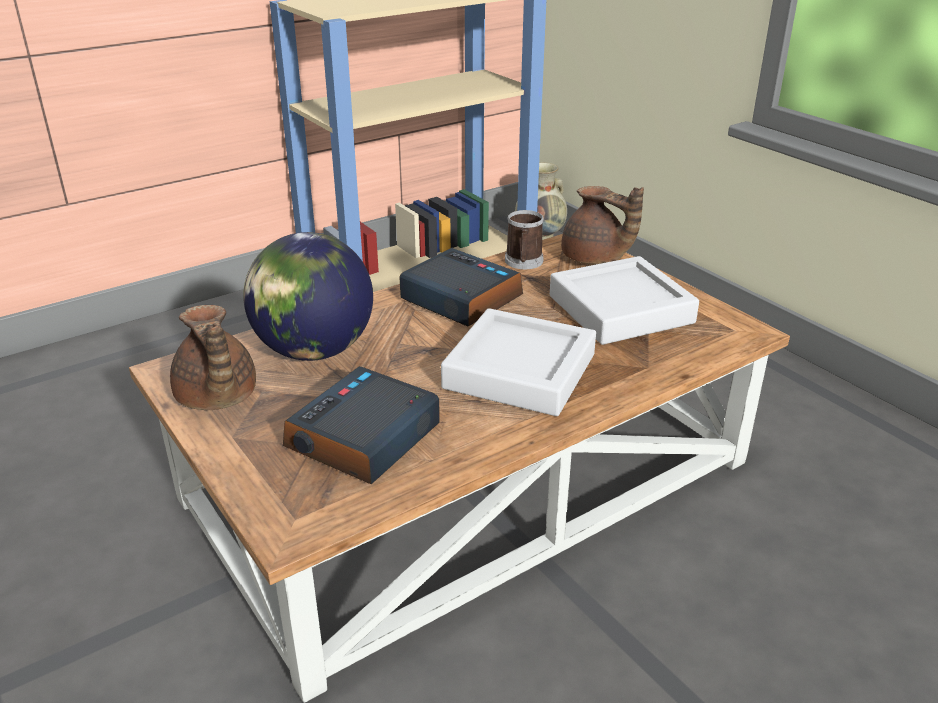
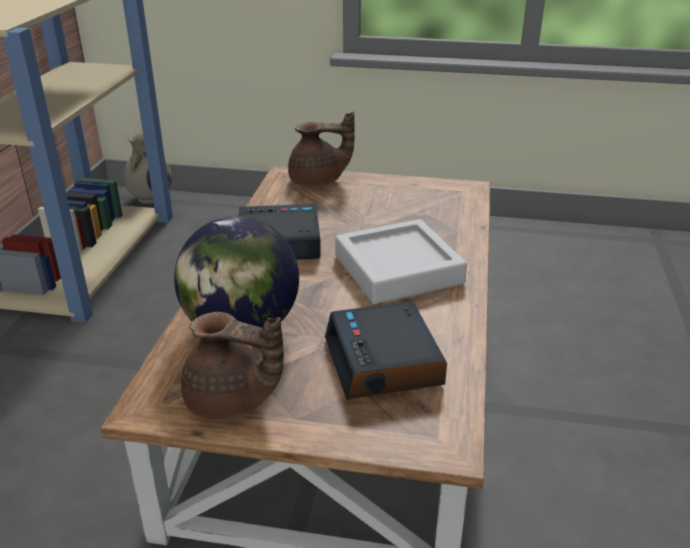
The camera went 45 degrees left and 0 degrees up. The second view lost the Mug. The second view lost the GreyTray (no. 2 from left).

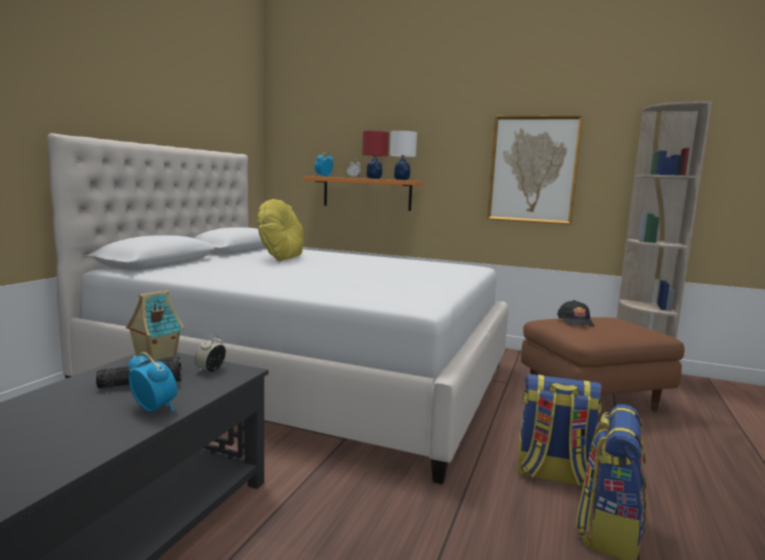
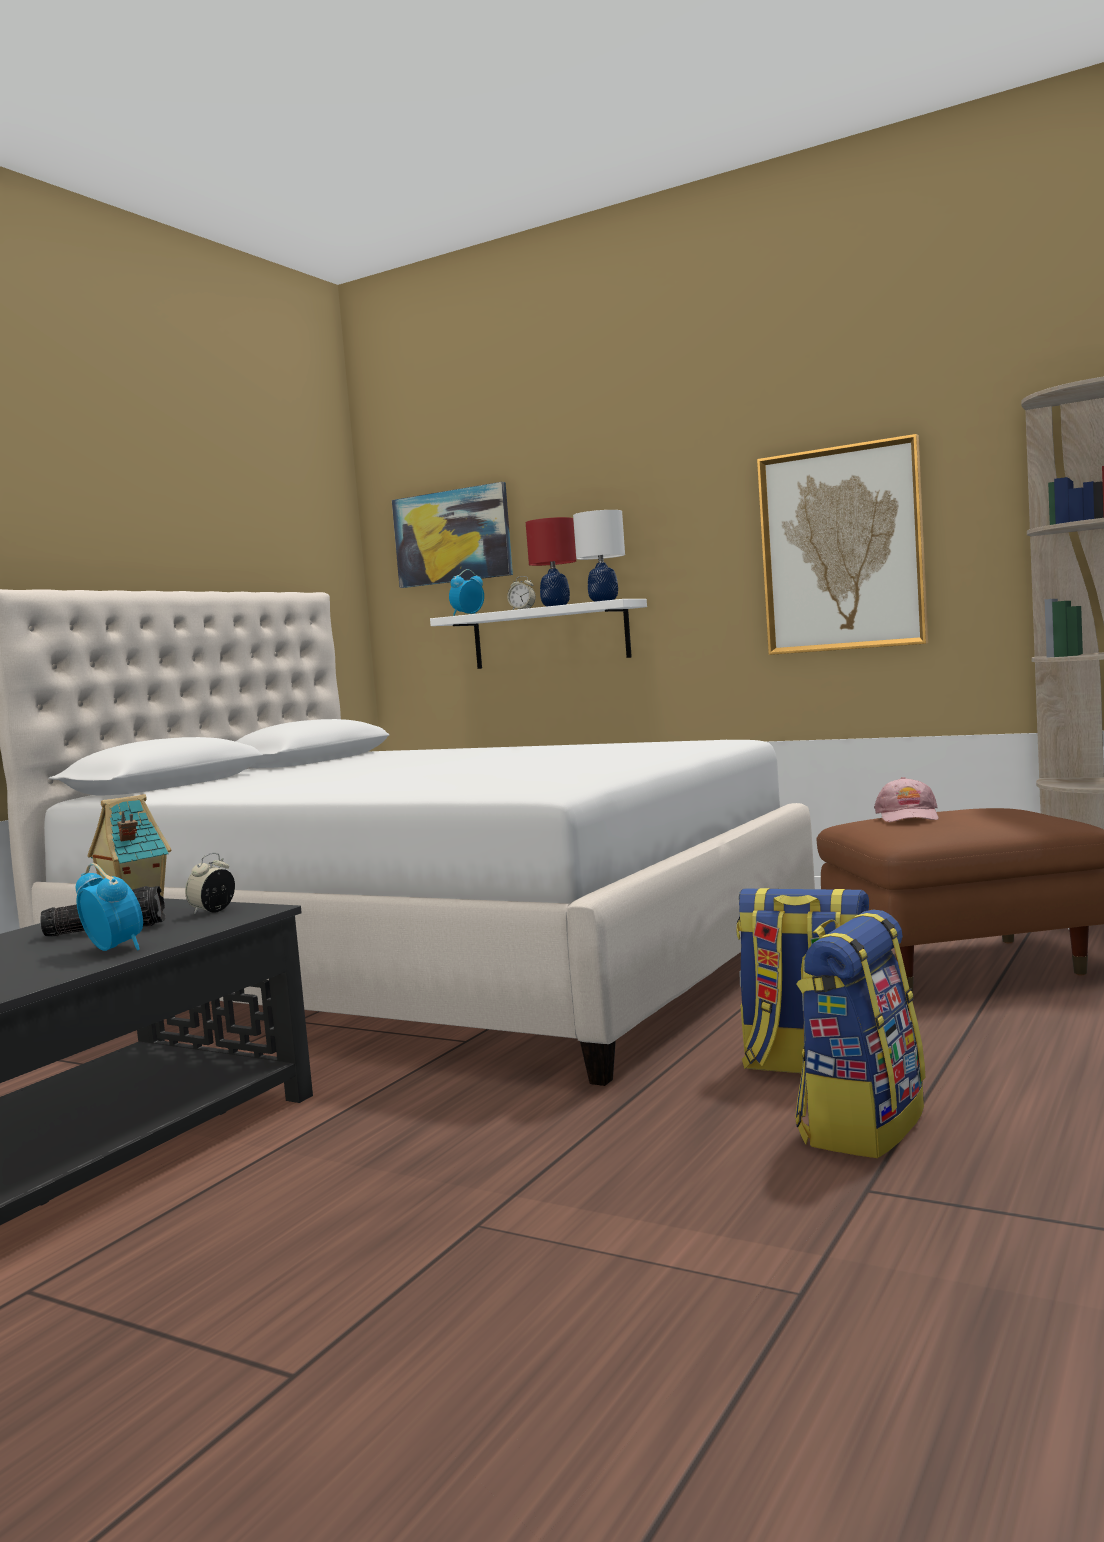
The camera went 10 degrees right and 5 degrees down. The second view lost the YellowPillow. What was the OrangeShelf turned into the WhiteShelf. What was the BlackCap turned into the PinkCap. The second view gained the Picture (no. 1 from left).

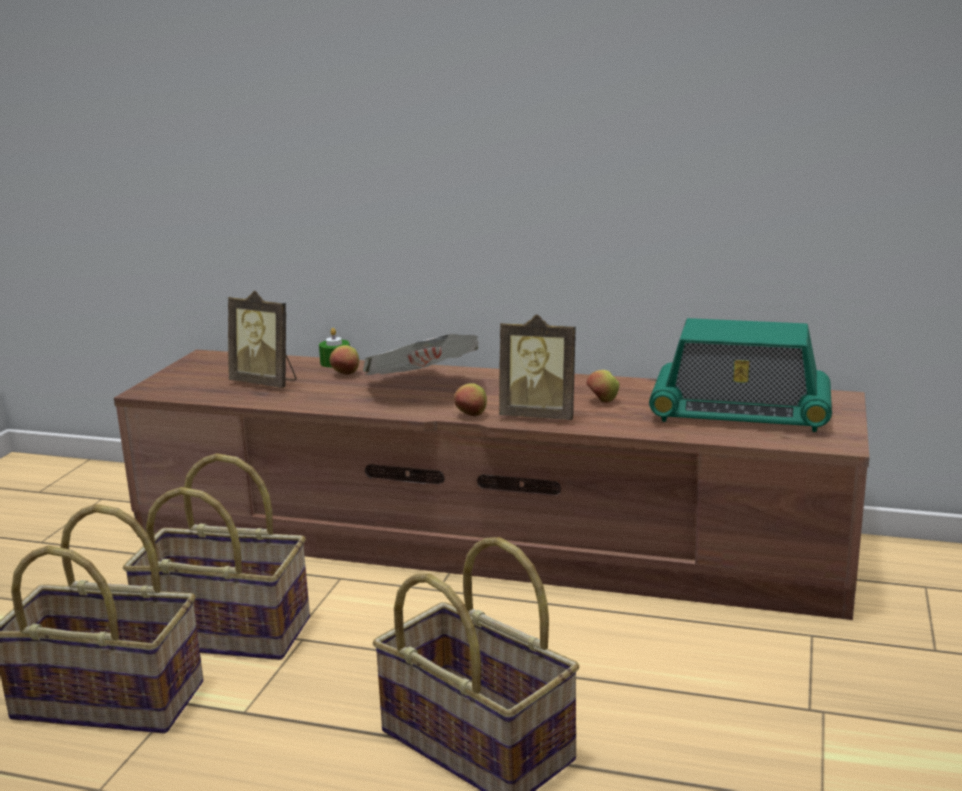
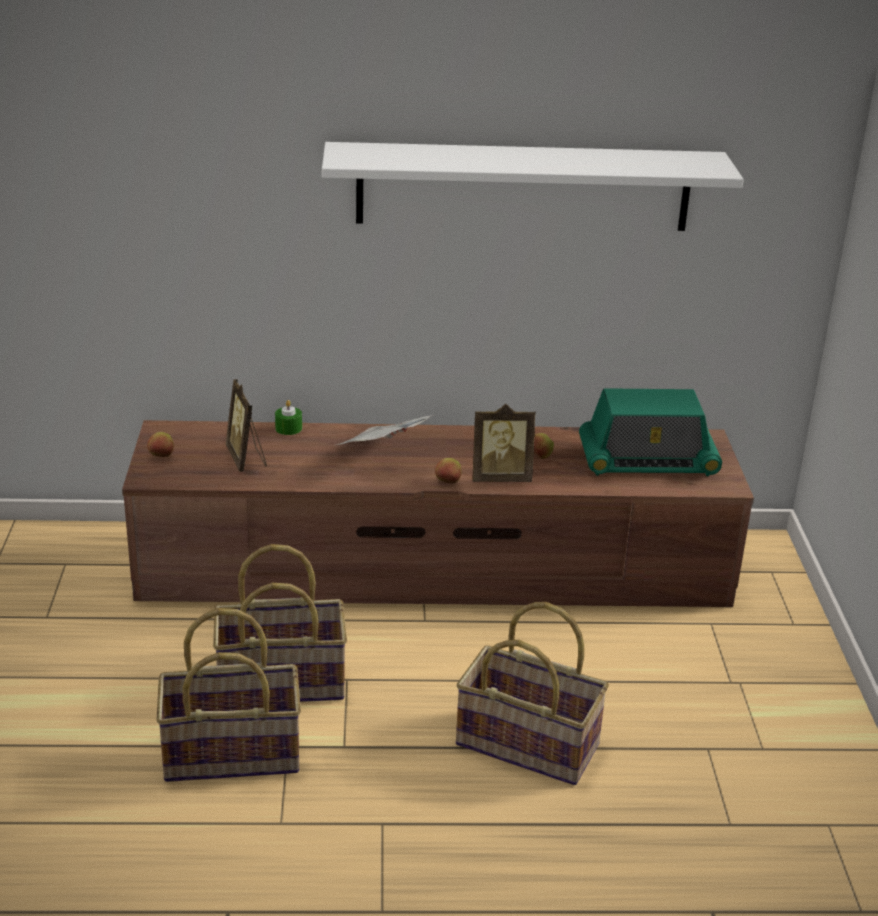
The camera went 20 degrees left and 10 degrees up. The PictureFrame (no. 1 from left) ended up facing another way, 60 degrees clockwise from before. The Apple (no. 1 from left) ended up elsewhere. The second view gained the WhiteShelf.

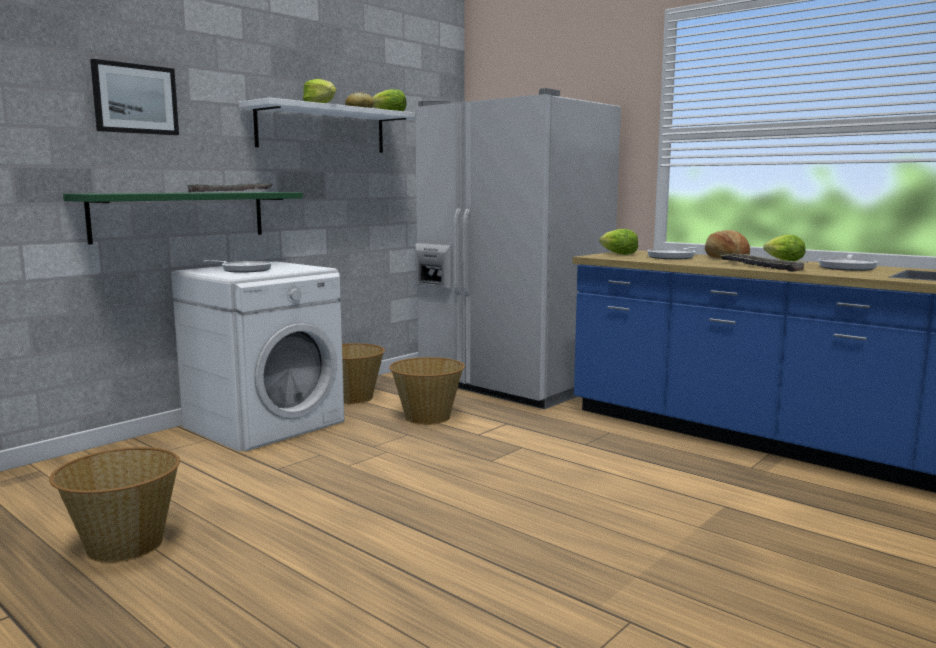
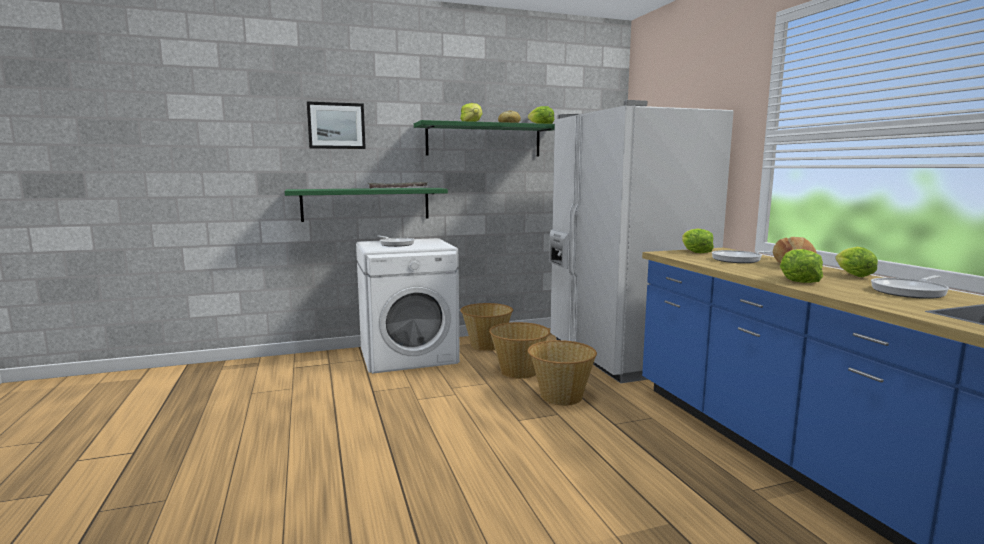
The camera went 30 degrees right and 0 degrees up. The Basket (no. 1 from left in the first image) ended up elsewhere. What was the WhiteShelf turned into the GreenShelf (no. 2 from left). Where the Tray (no. 2 from left) stood, the Lettuce (no. 4 from left) came to stand.

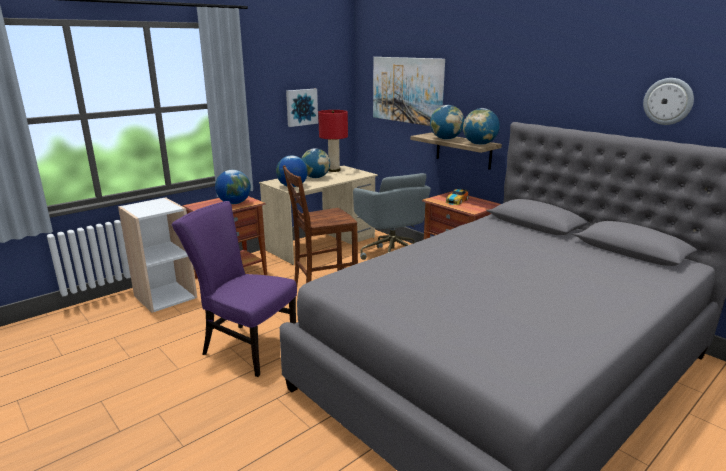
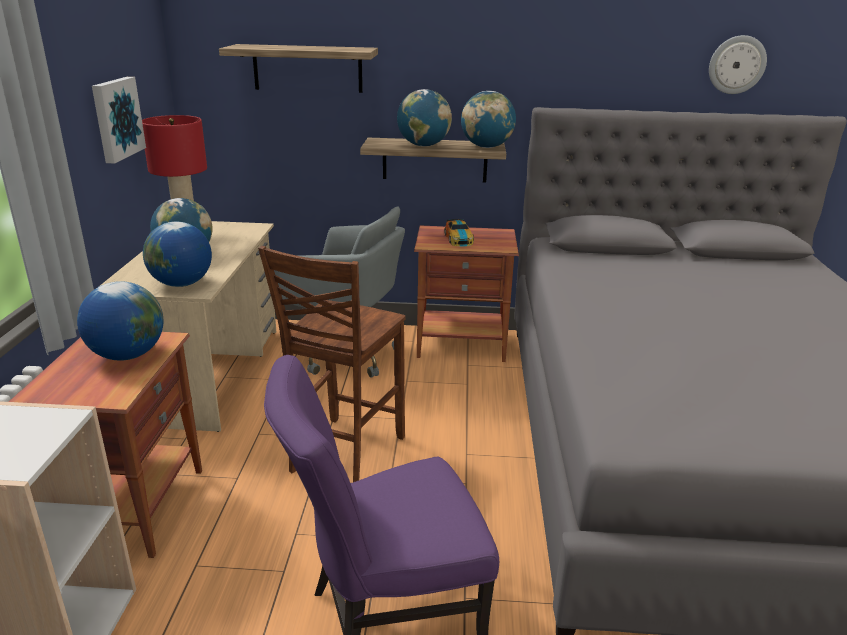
The camera went 45 degrees left and 5 degrees up. Where the Picture (no. 2 from left) hung, the Shelf (no. 1 from left) came to hang.

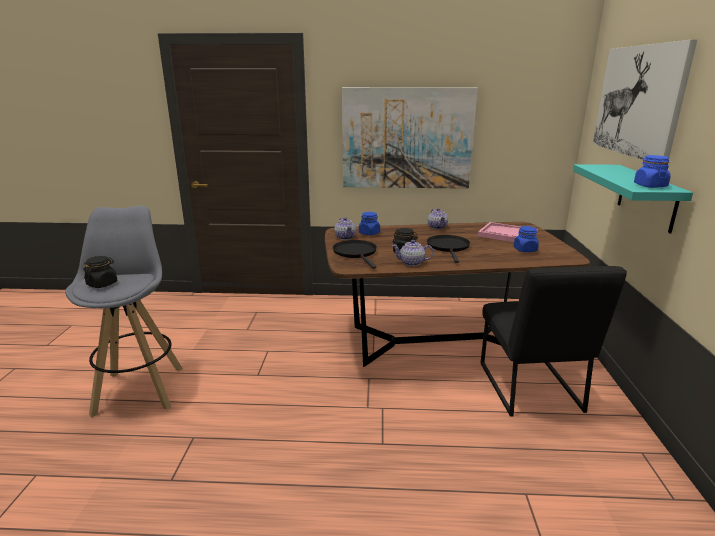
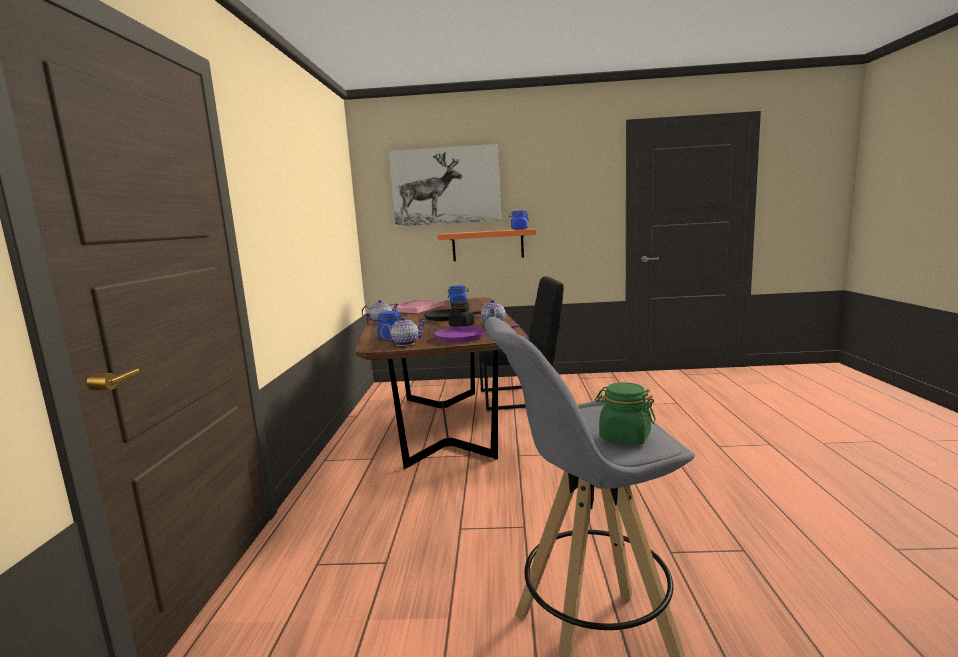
The camera went 90 degrees left and 10 degrees down. What was the BlackJar (no. 1 from left) turned into the GreenJar. What was the BlackFryingPan (no. 1 from left) turned into the PurpleFryingPan. The second view lost the Picture (no. 1 from left). What was the TurquoiseShelf turned into the OrangeShelf.

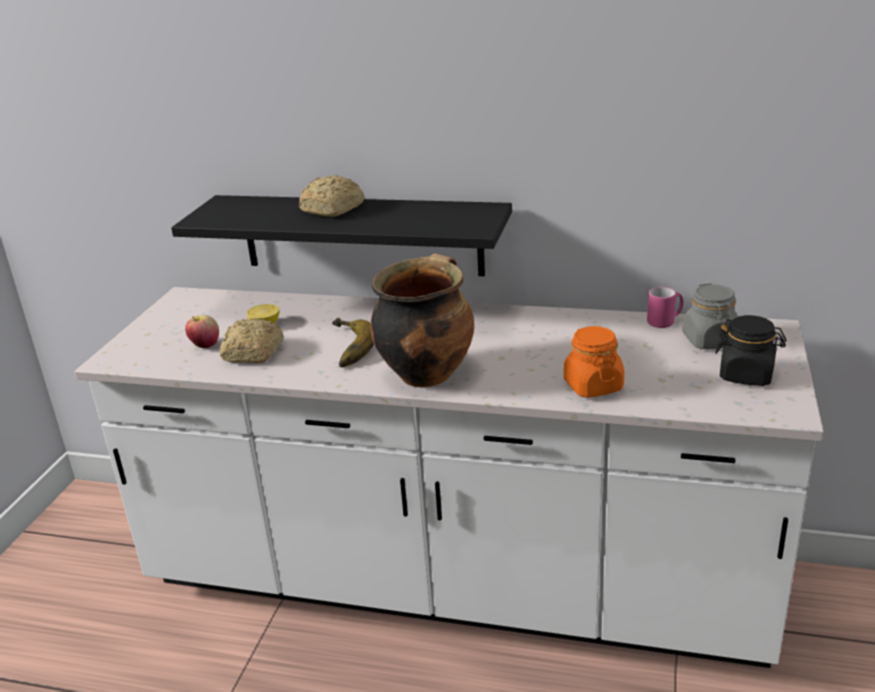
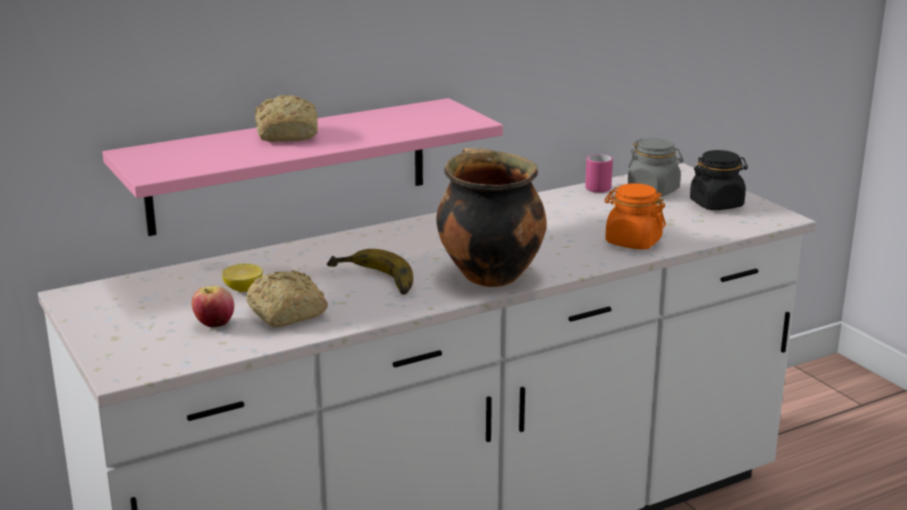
The camera went 45 degrees left and 5 degrees down. What was the BlackShelf turned into the PinkShelf.

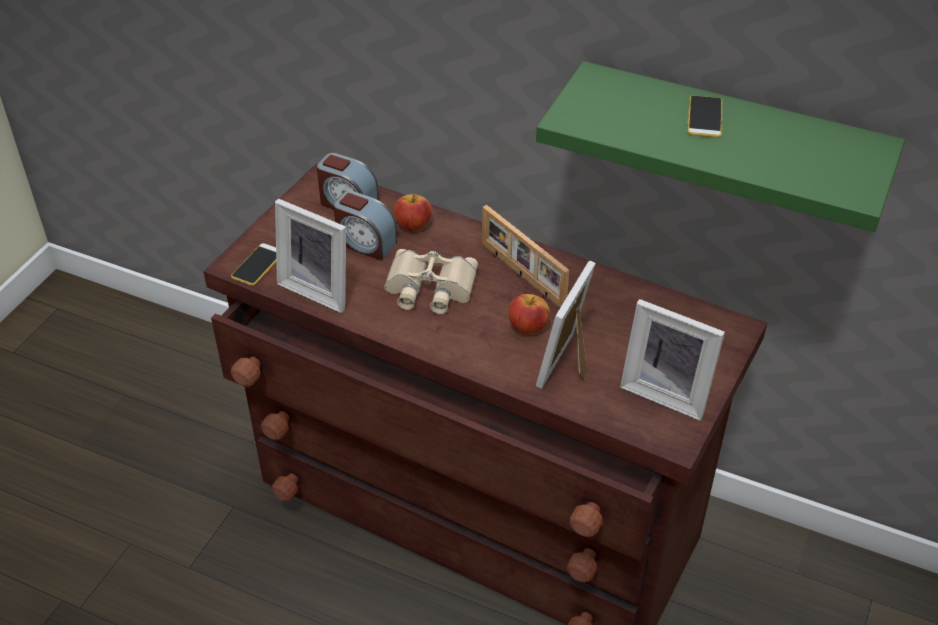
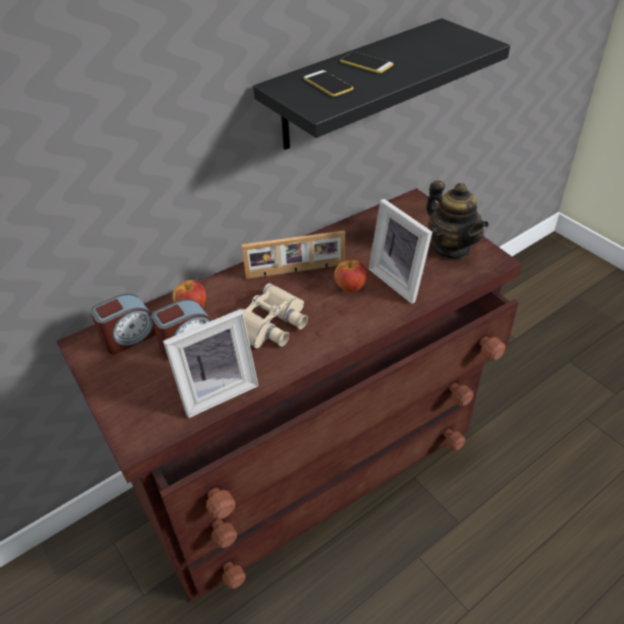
The camera went 60 degrees left and 0 degrees up. The Phone (no. 1 from left) ended up elsewhere. What was the GreenShelf turned into the BlackShelf. Where the PictureFrame (no. 4 from left) stood, the Teapot came to stand.

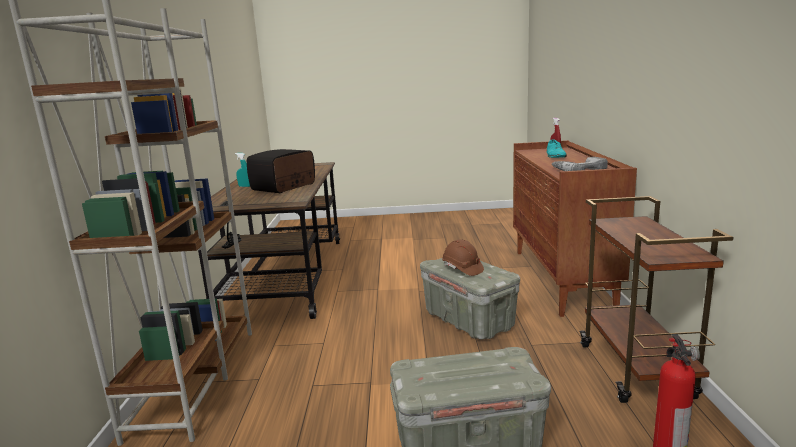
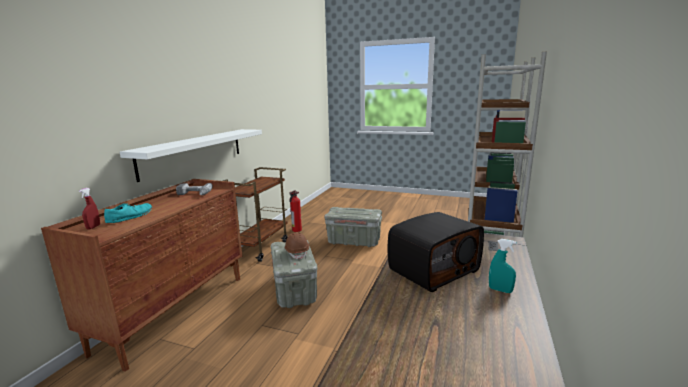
The camera went 160 degrees left and 0 degrees up. The second view gained the WhiteShelf.

